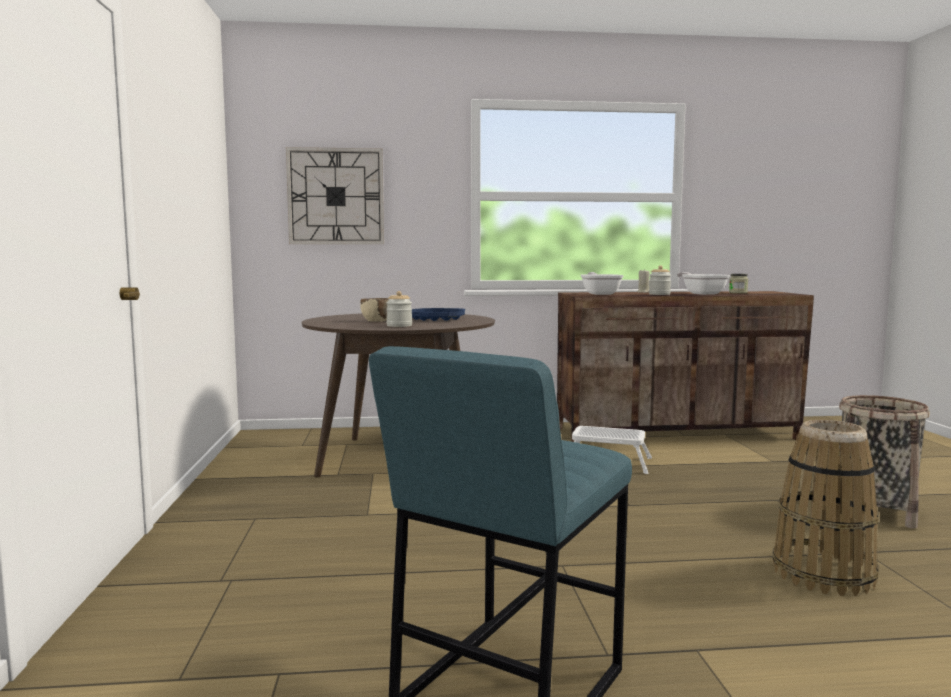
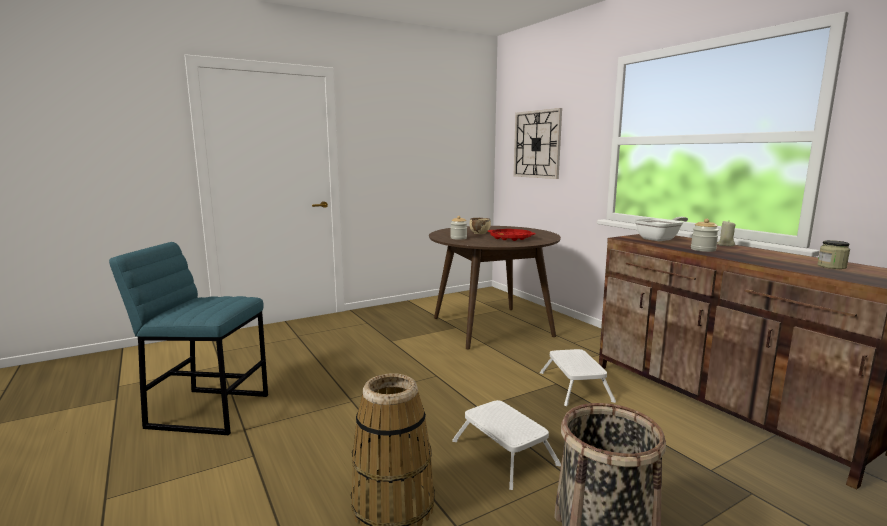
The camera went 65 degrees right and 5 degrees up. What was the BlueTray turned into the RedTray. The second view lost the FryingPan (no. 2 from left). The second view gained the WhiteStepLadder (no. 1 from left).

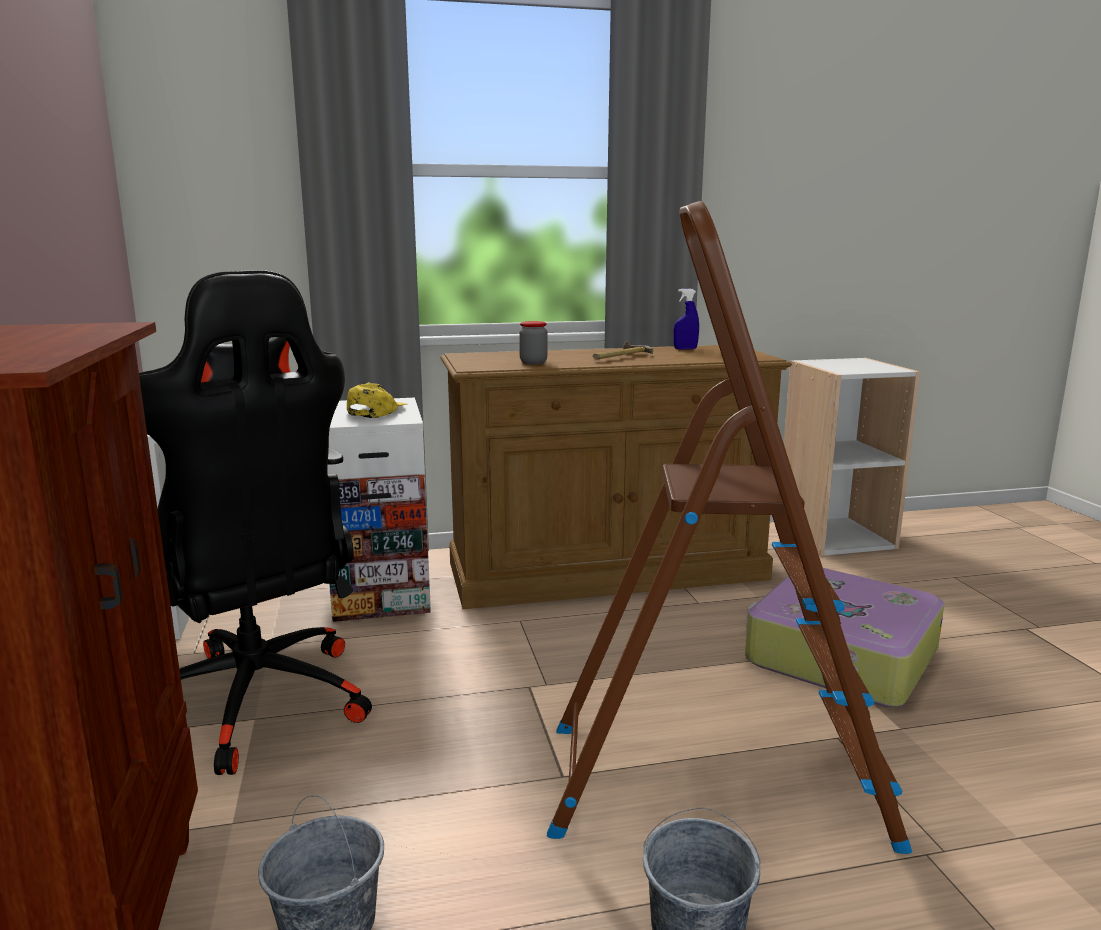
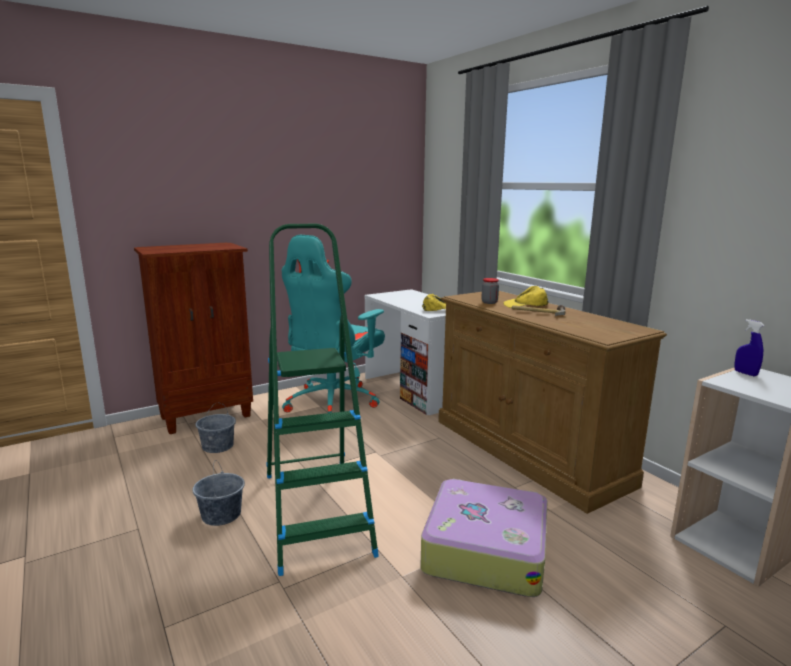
The camera went 70 degrees right and 0 degrees up. What was the BlackOfficeChair turned into the TurquoiseOfficeChair. What was the BrownStepLadder turned into the GreenStepLadder. The BlueSprayBottle ended up elsewhere. The second view gained the YellowCap (no. 2 from left).

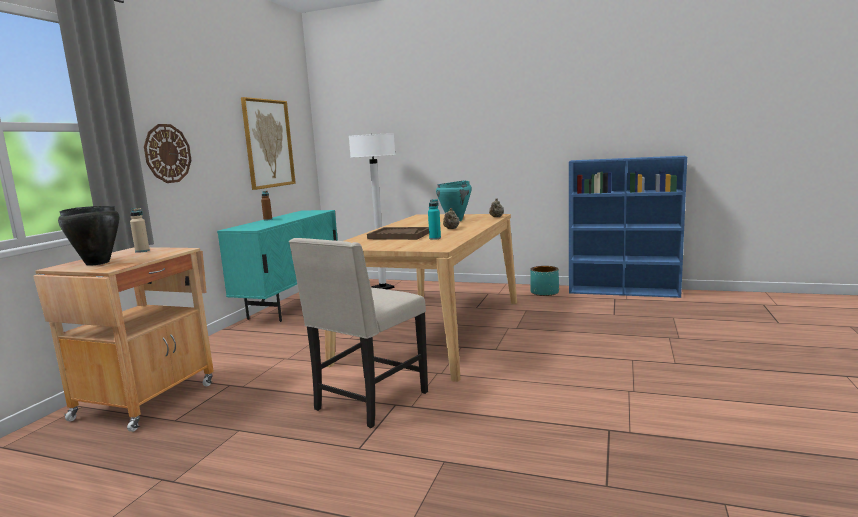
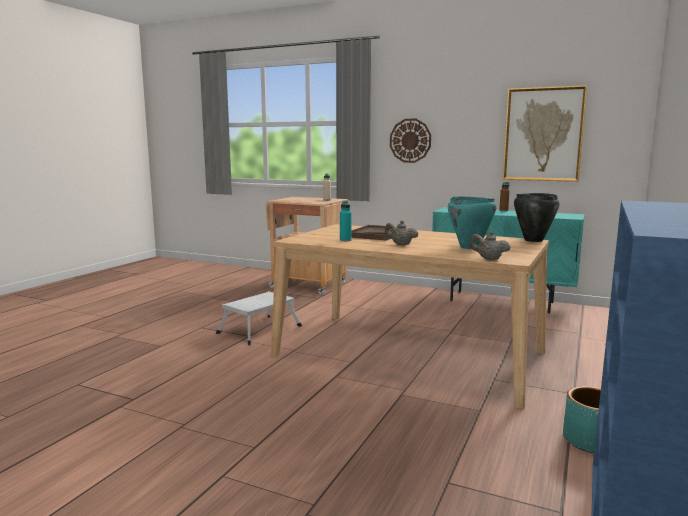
The camera went 95 degrees right and 0 degrees up. The BlackCookingPot ended up elsewhere. Where the BeigeChair stood, the WhiteStepLadder came to stand. The second view lost the WhiteFloorLamp.

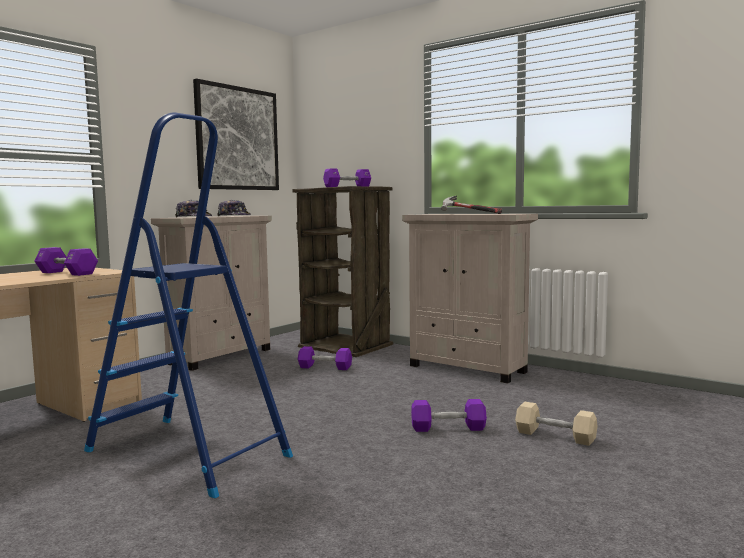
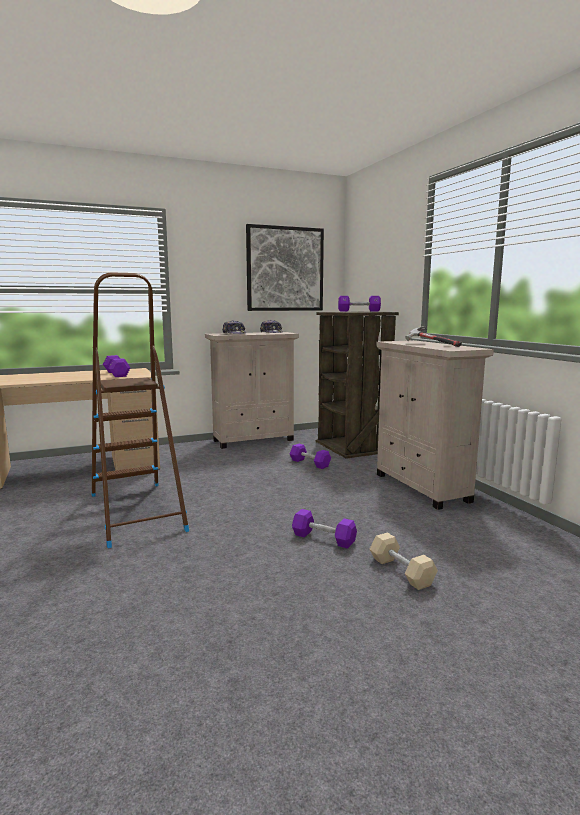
The camera went 30 degrees right and 5 degrees up. What was the BlueStepLadder turned into the BrownStepLadder.

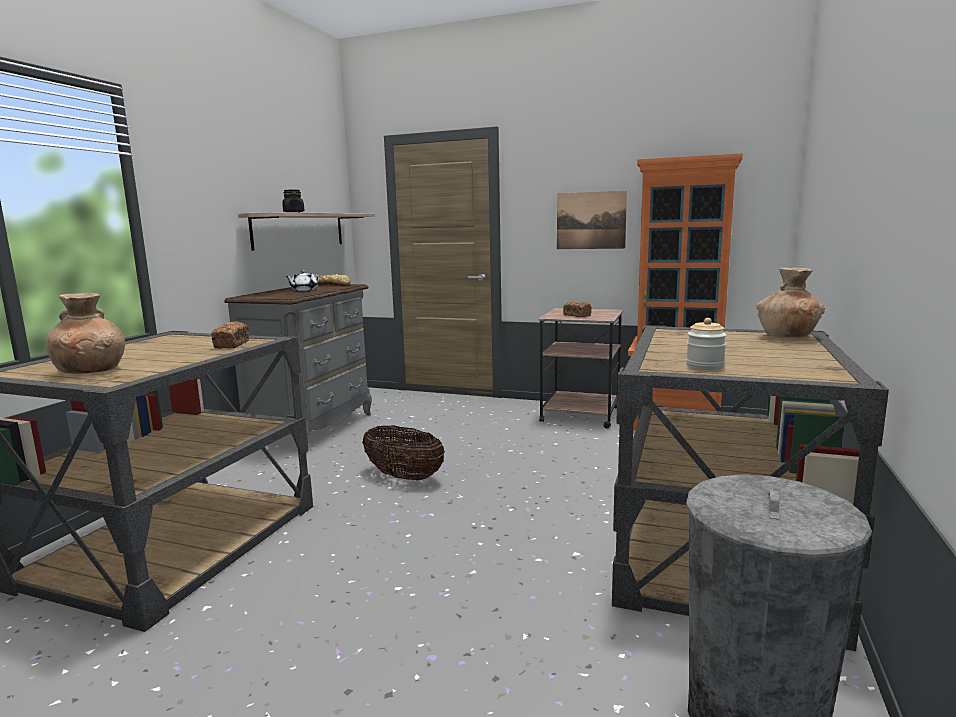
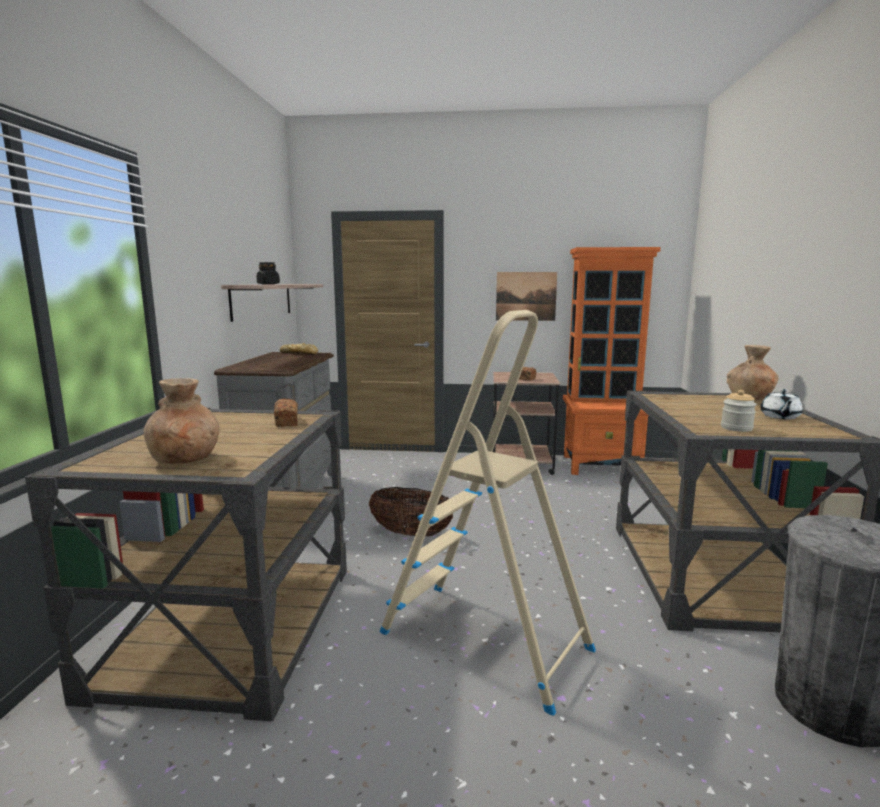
The camera went 15 degrees left and 0 degrees up. The WhiteTeapot ended up elsewhere. The second view gained the BeigeStepLadder.

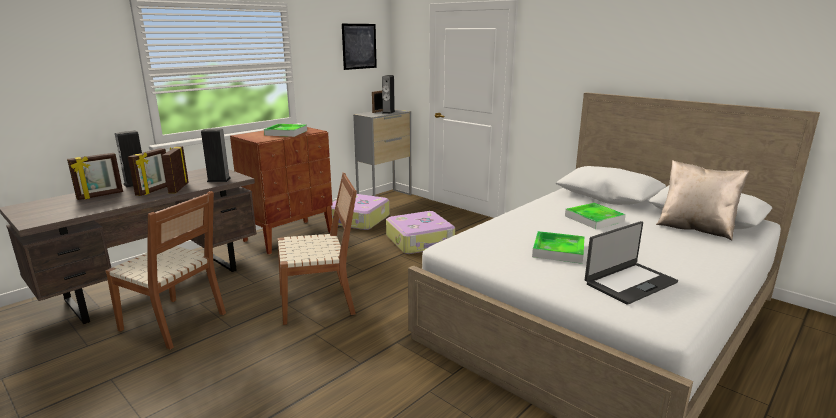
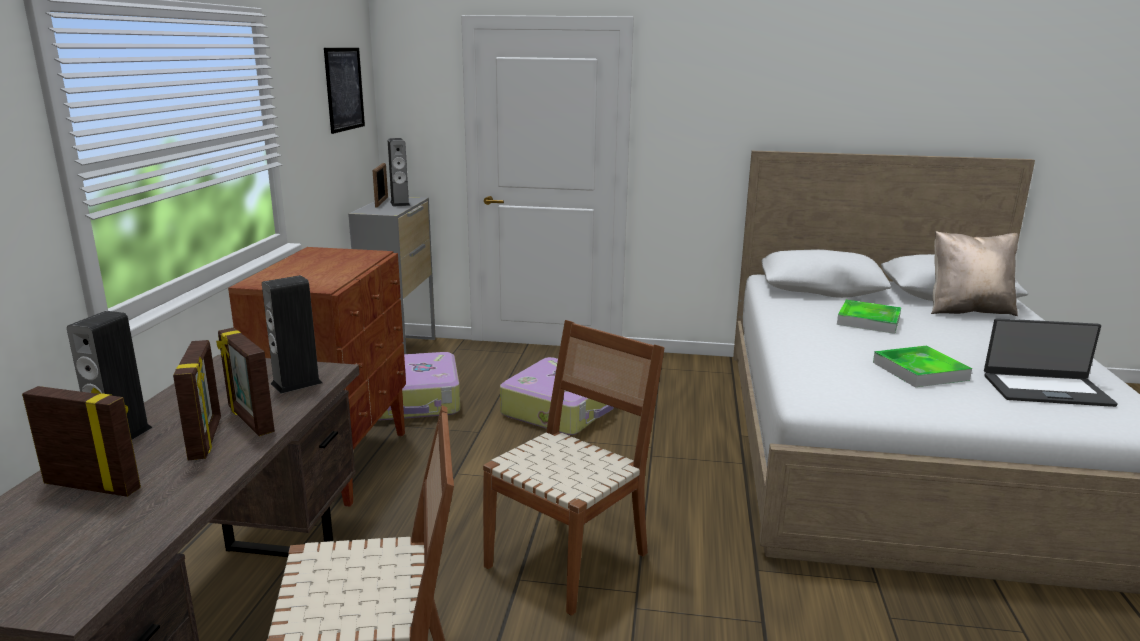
The camera went 35 degrees left and 0 degrees up. The PictureFrame (no. 1 from left) ended up facing another way, 90 degrees counterclockwise from before. The second view lost the Tray (no. 1 from left). The Laptop ended up facing another way, 75 degrees clockwise from before.

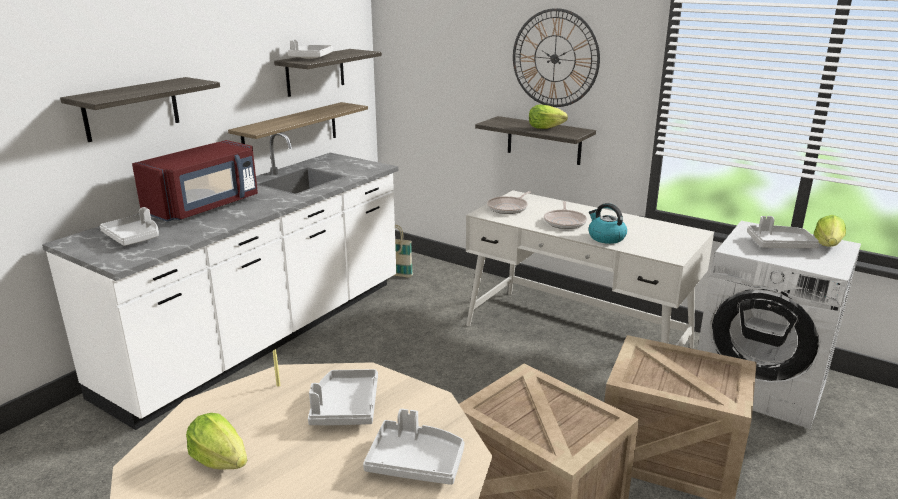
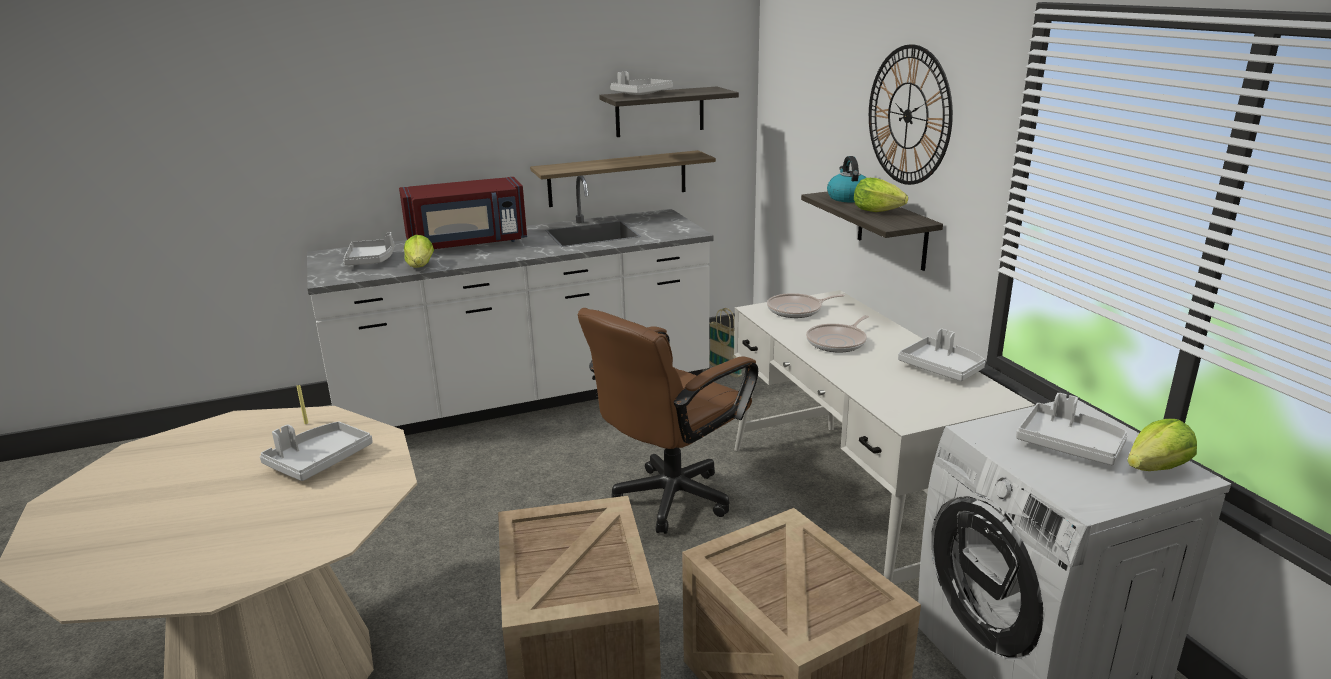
The camera went 35 degrees right and 0 degrees up. The second view lost the Shelf (no. 1 from left). The Lettuce (no. 1 from left) ended up elsewhere. The GreyTray (no. 4 from left) ended up elsewhere. The Kettle ended up elsewhere. The second view gained the BrownOfficeChair.

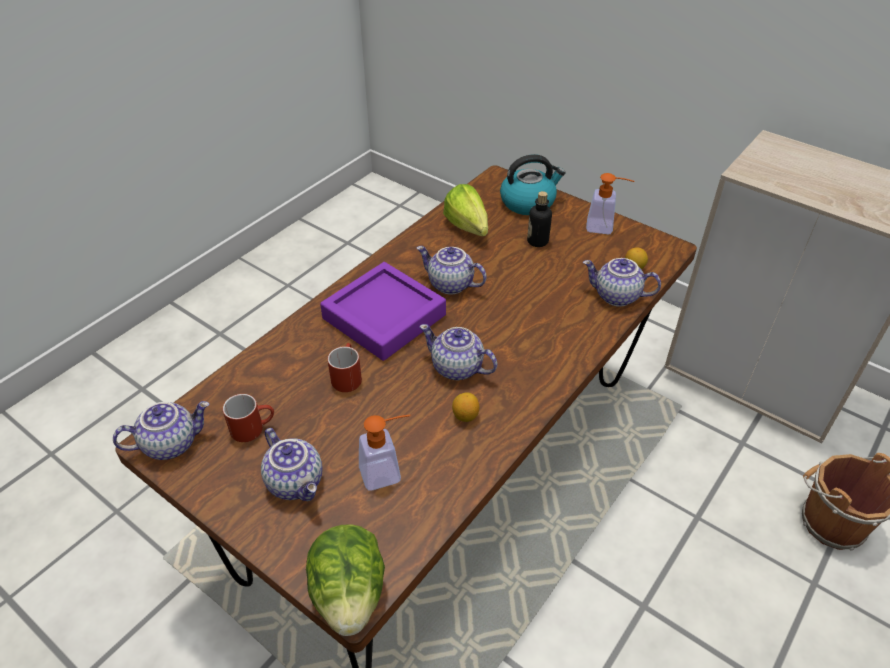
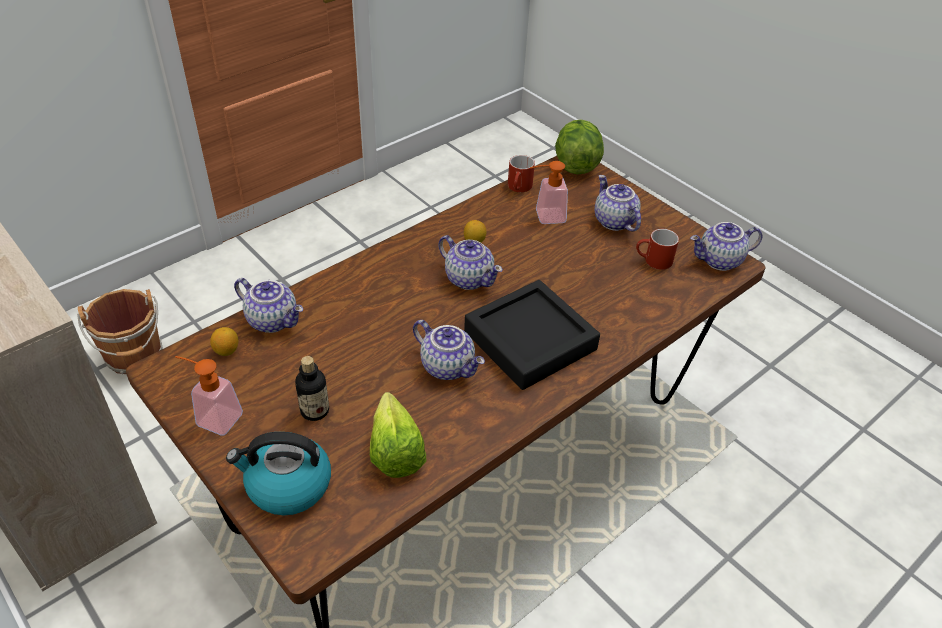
The camera went 170 degrees left and 0 degrees up. What was the PurpleTray turned into the BlackTray. The RedMug (no. 2 from left in the first image) ended up elsewhere.

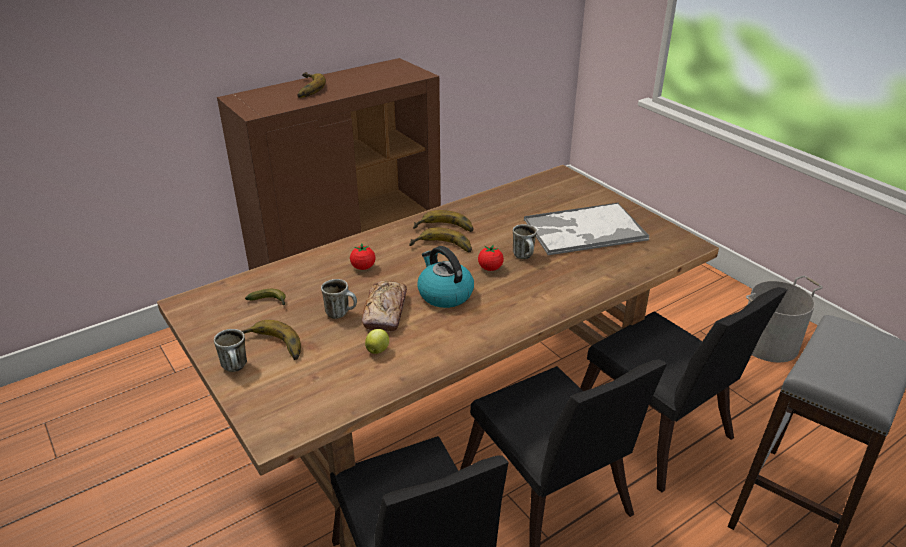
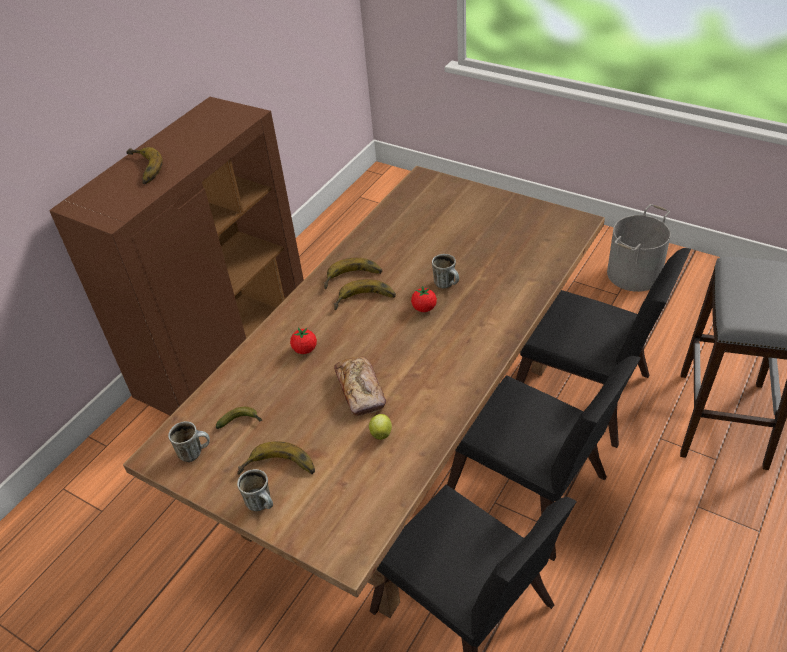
The camera went 20 degrees left and 10 degrees up. The Mug (no. 2 from left in the first image) ended up elsewhere. The second view lost the Kettle. The second view lost the Tray.

